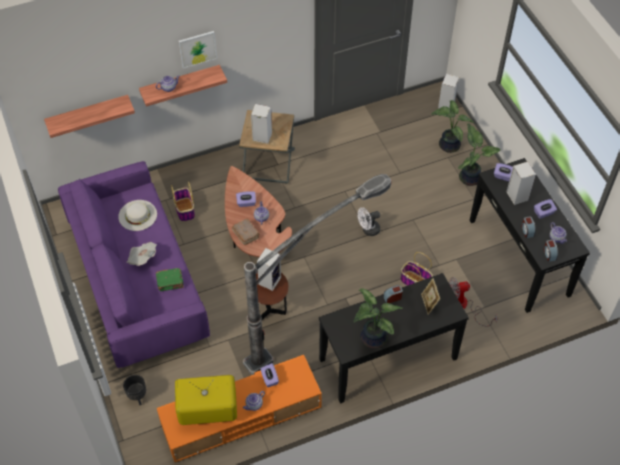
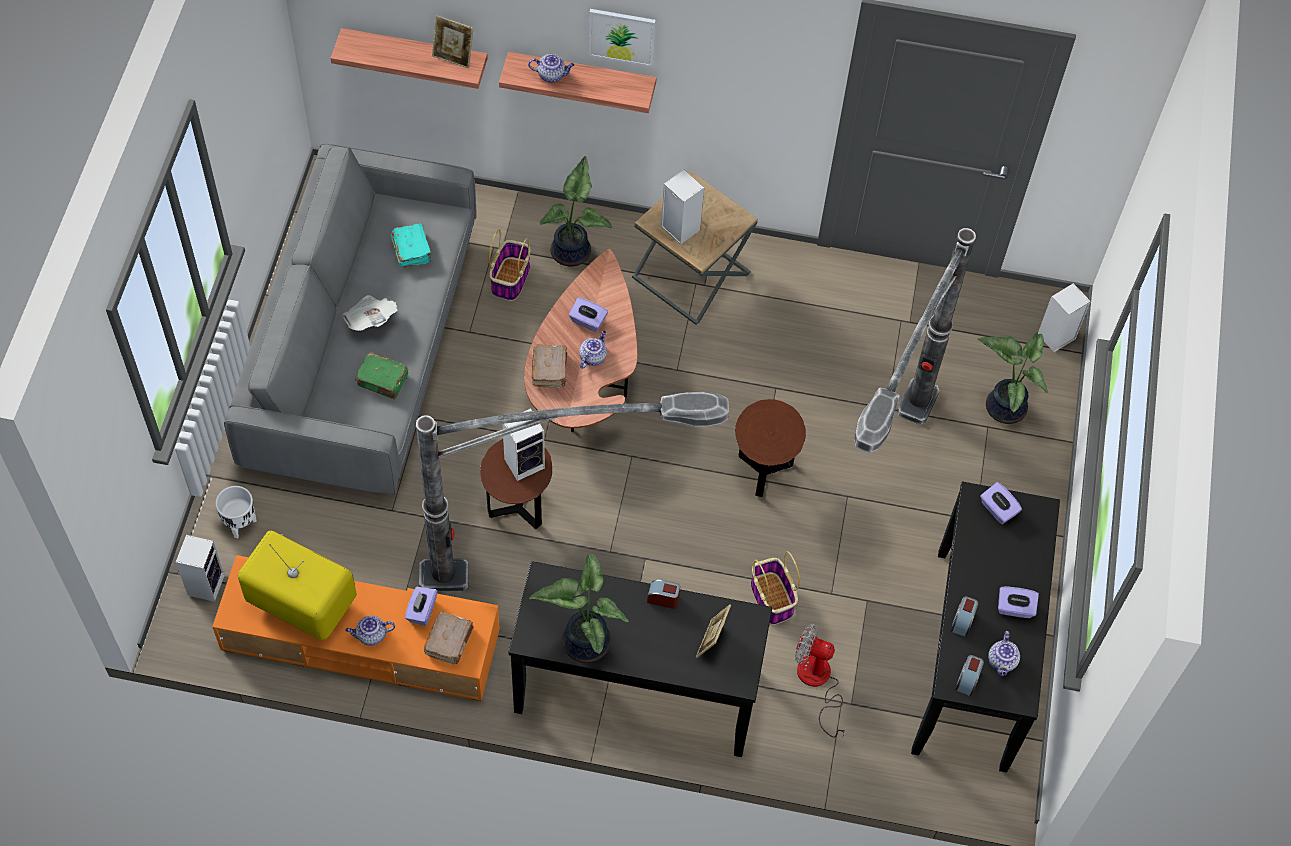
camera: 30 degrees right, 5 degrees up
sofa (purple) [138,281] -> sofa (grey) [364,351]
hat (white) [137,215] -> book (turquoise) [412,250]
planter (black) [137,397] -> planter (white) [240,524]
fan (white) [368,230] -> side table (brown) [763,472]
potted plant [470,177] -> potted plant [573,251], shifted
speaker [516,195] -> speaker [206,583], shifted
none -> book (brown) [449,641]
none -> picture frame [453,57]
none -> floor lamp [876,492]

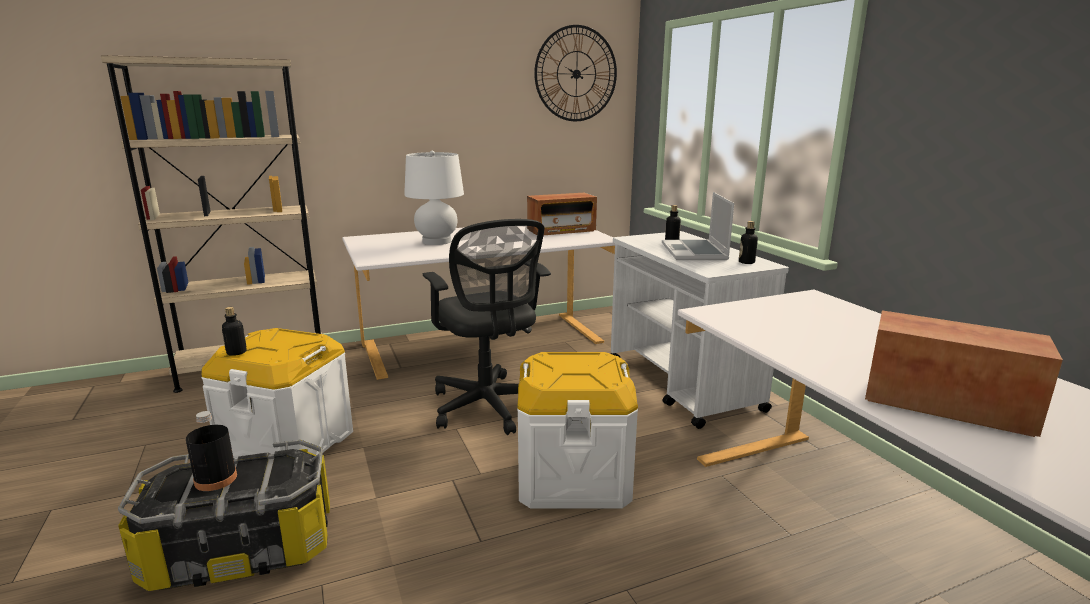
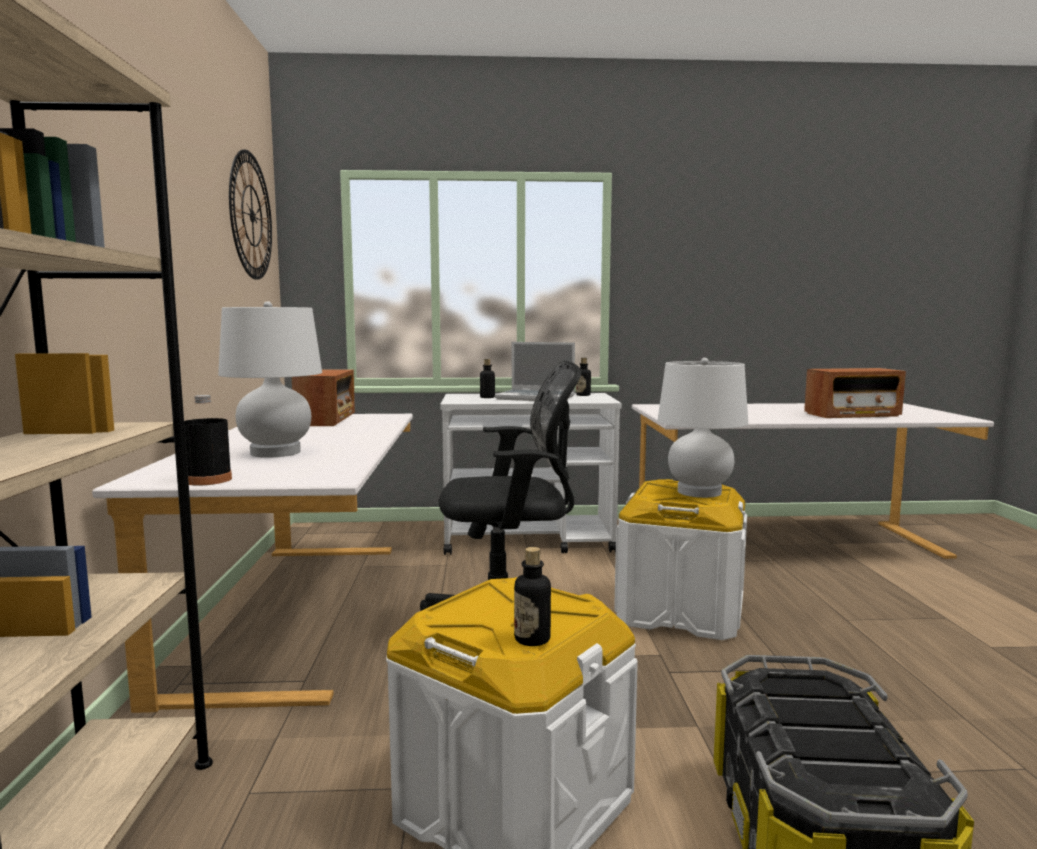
camera: 70 degrees left, 10 degrees down
bottle (black) [216,479] -> bottle (black) [208,480], shifted
radio [945,405] -> radio [852,415], 150 degrees counterclockwise
none -> table lamp (white) [699,492]

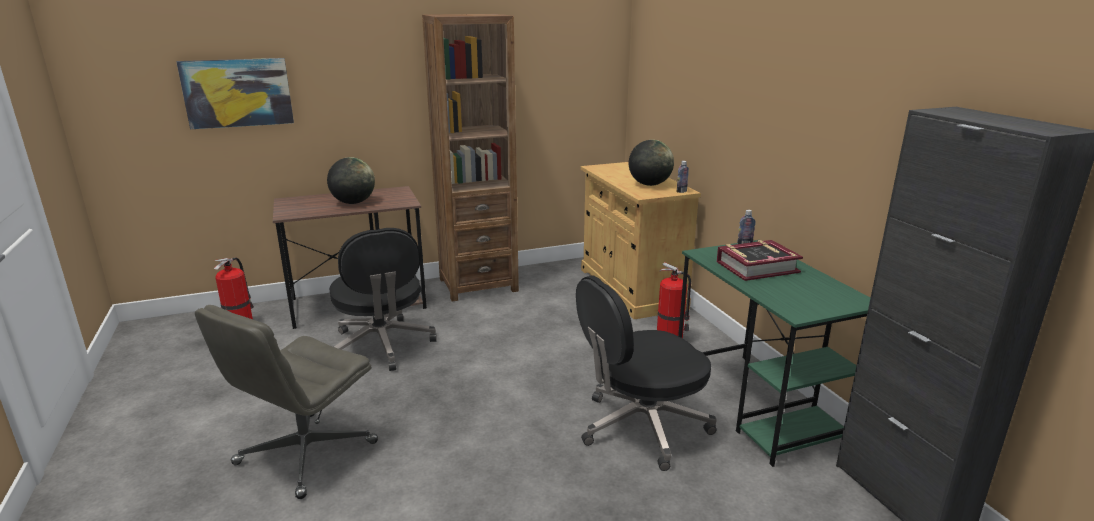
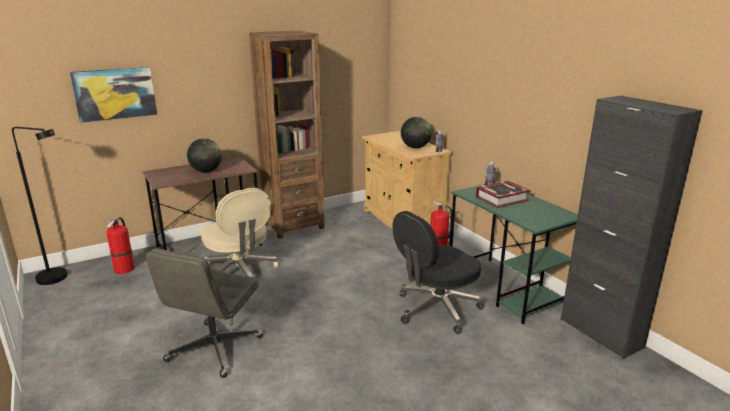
camera: 10 degrees left, 0 degrees up
office chair (black) [382,346] -> office chair (beige) [239,273]
none -> floor lamp (black) [59,278]

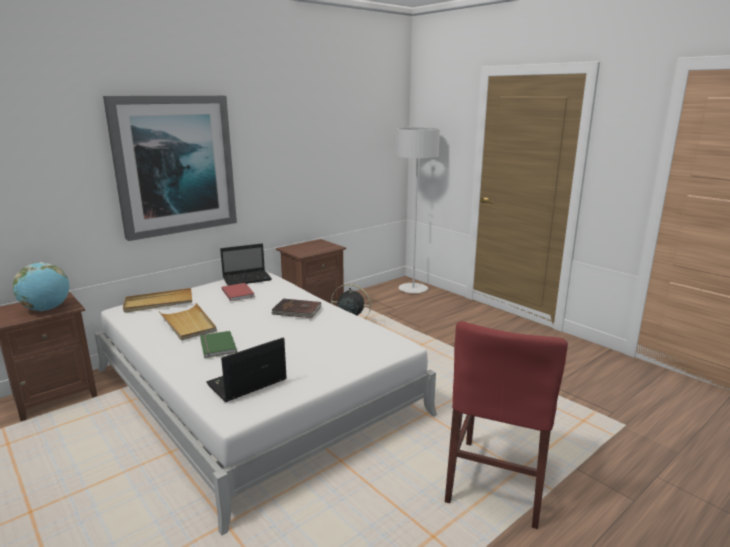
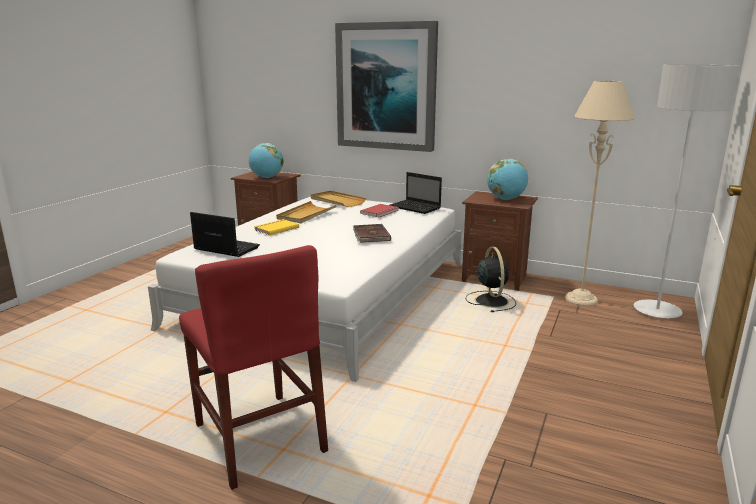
camera: 65 degrees right, 0 degrees up
book (green) [216,346] -> book (yellow) [275,228]
chair (red) [498,480] -> chair (red) [259,437], 120 degrees counterclockwise
none -> globe [506,199]
none -> floor lamp (beige) [581,299]

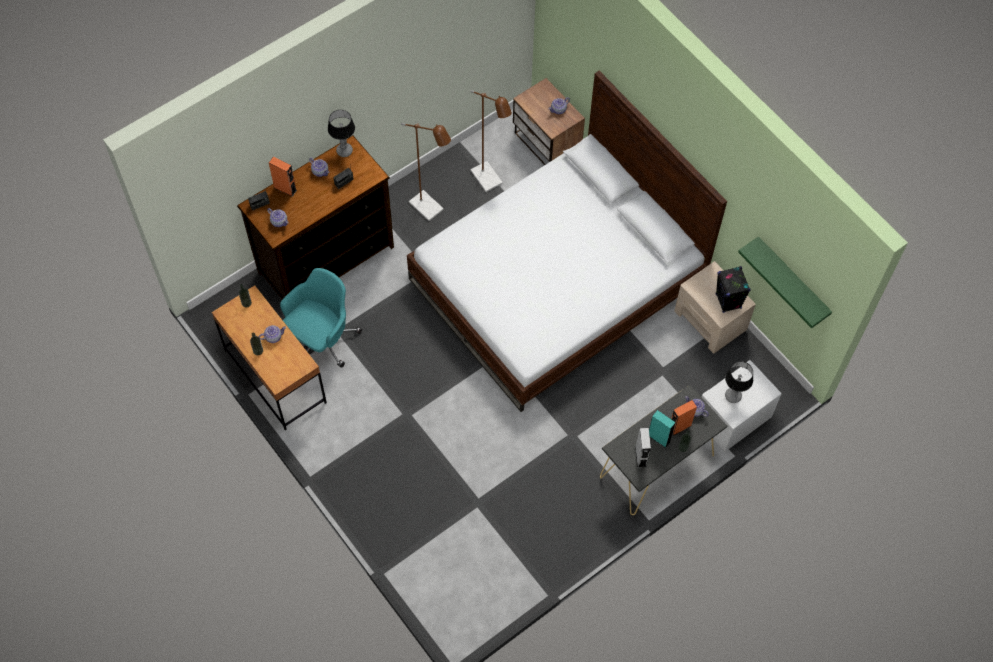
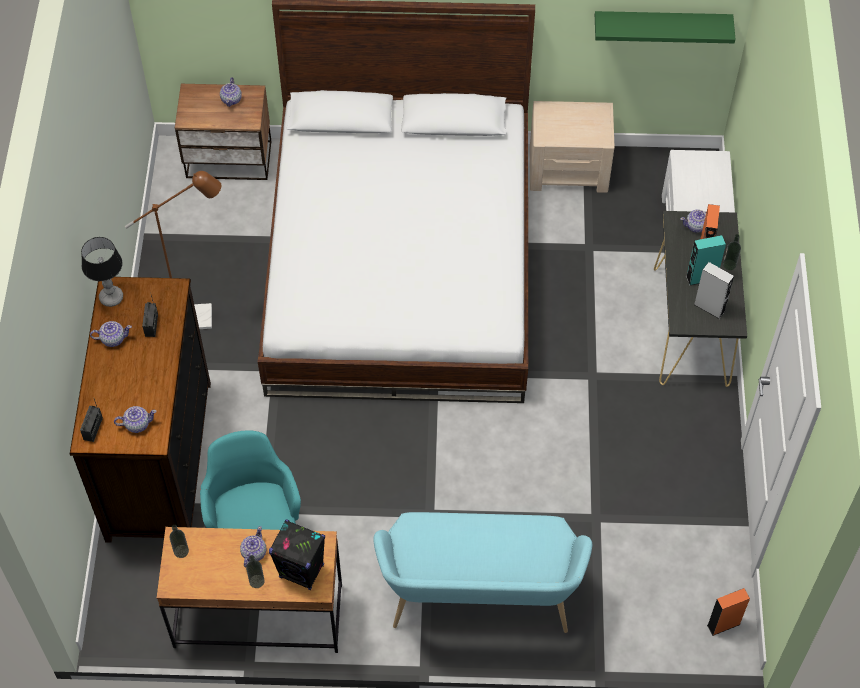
camera: 50 degrees left, 5 degrees down
speaker (orange) [285,189] -> speaker (orange) [723,624], shifted
floor lamp (brown) [490,181] -> none
speaker (black) [728,301] -> speaker (black) [302,571], shifted
table lamp [733,396] -> none
none -> bench (turquoise) [479,600]

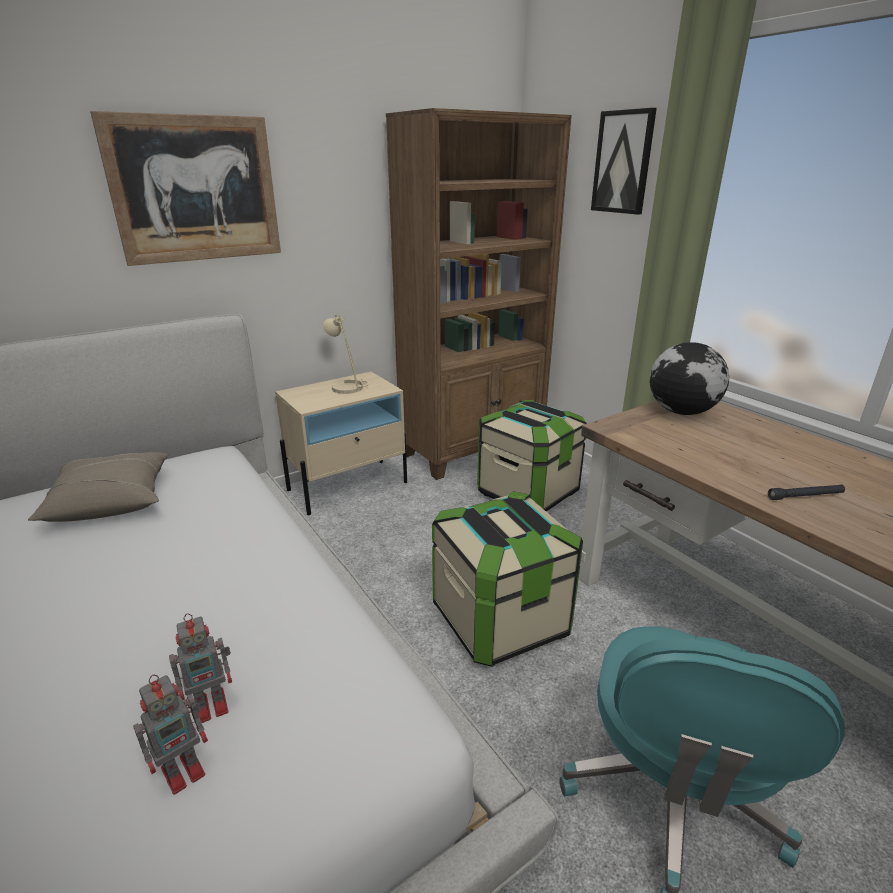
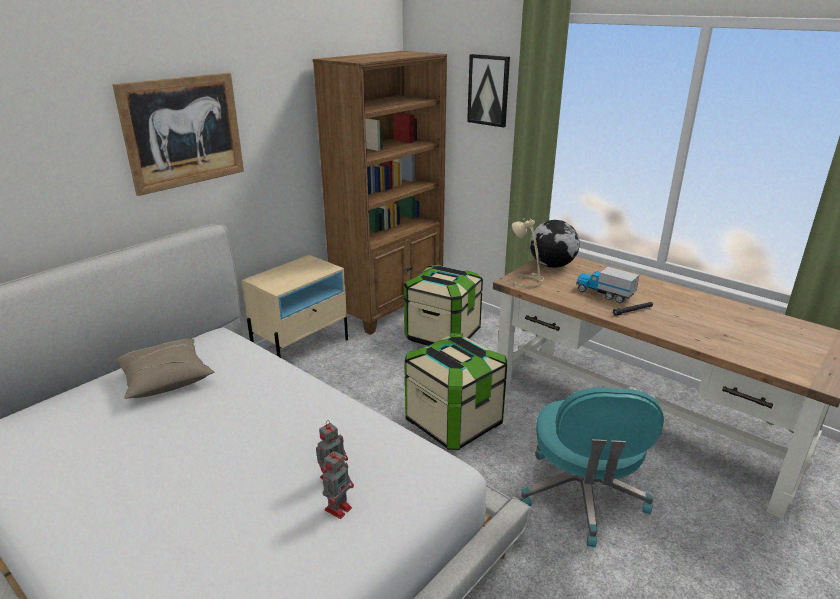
camera: 15 degrees left, 0 degrees up
table lamp (beige) [348,387] -> table lamp (beige) [527,281], shifted
none -> toy truck [604,294]

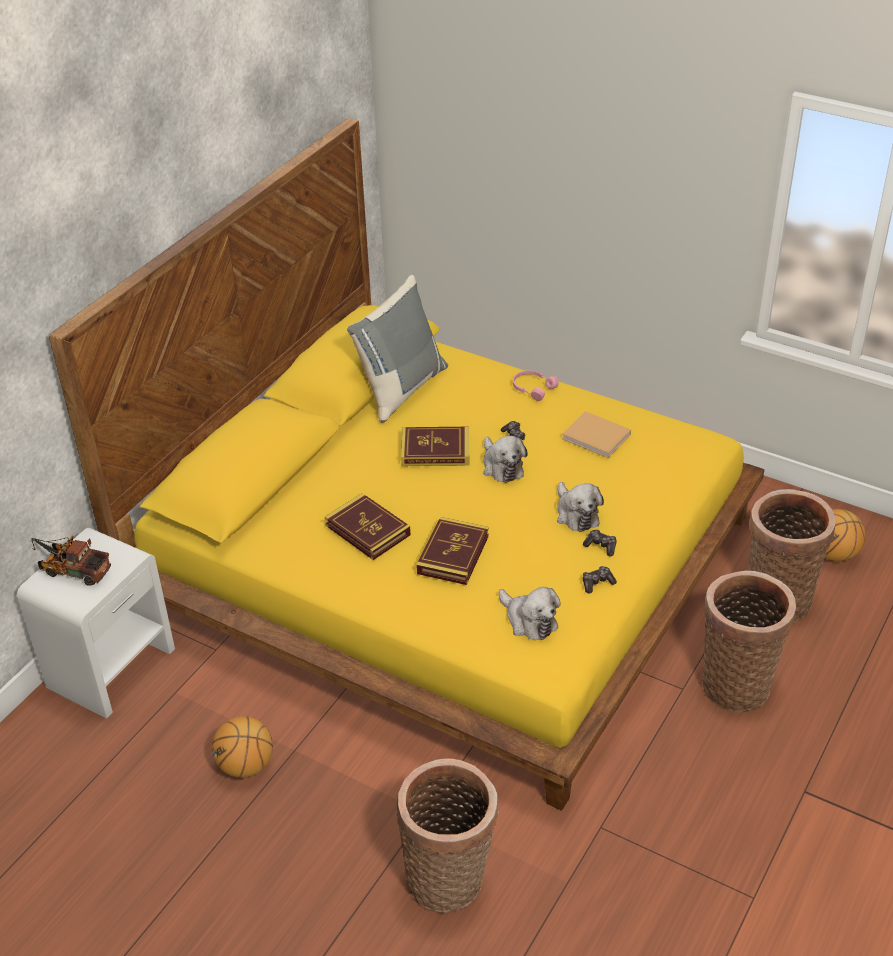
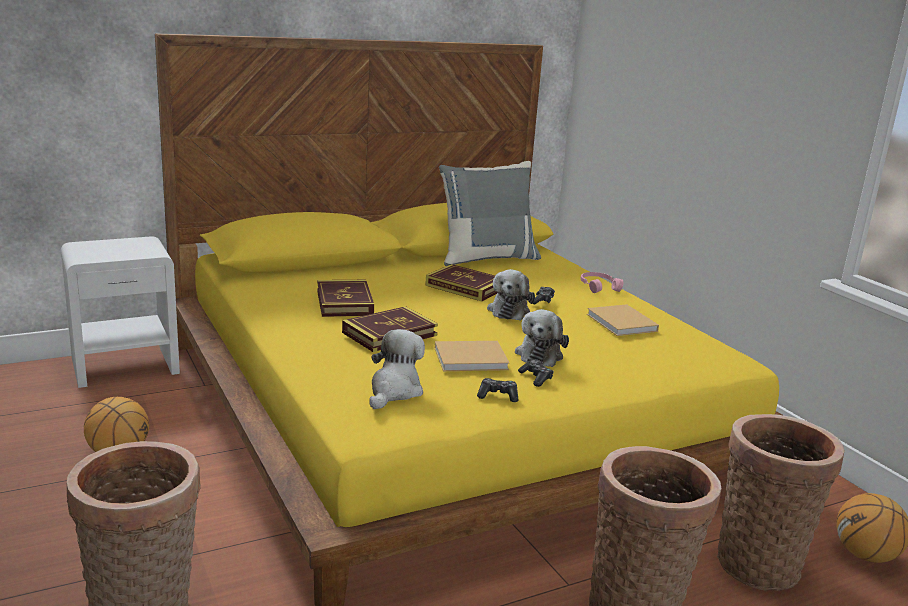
camera: 30 degrees right, 20 degrees down
toy truck [72,569] -> none
plush toy [529,621] -> plush toy [394,391], 150 degrees counterclockwise
none -> book (beige) [473,359]

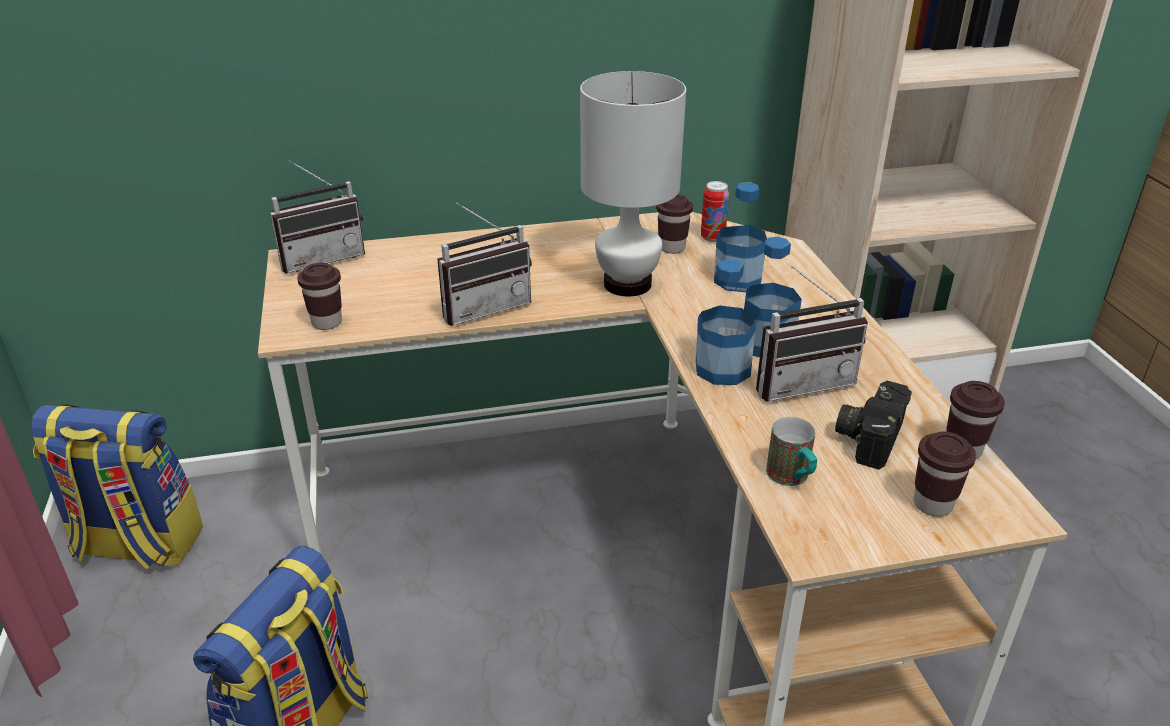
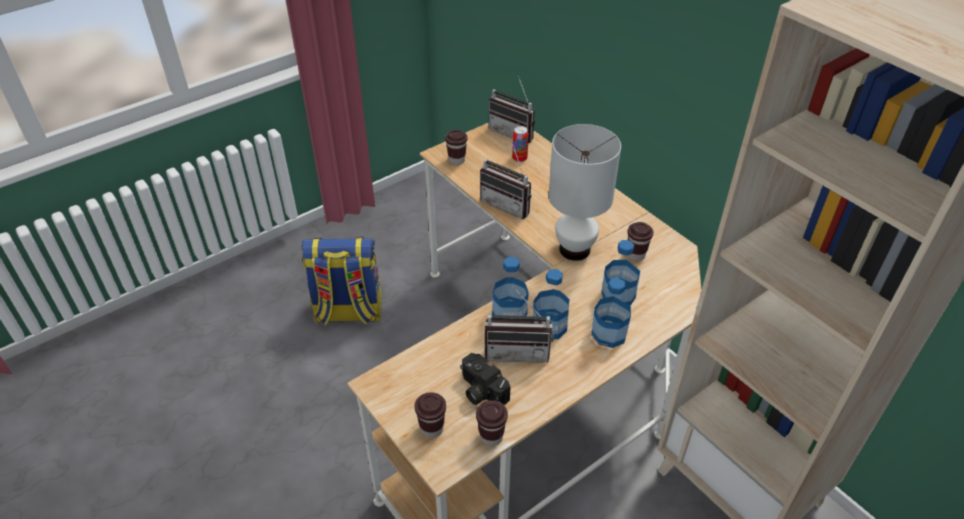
camera: 65 degrees right, 10 degrees up
backpack [137,545] -> none
can [712,237] -> can [519,158], shifted
radio [801,382] -> radio [518,351], 45 degrees counterclockwise
mug [792,478] -> none
photo camera [868,436] -> photo camera [480,391], 135 degrees counterclockwise
none -> bottle [609,334]

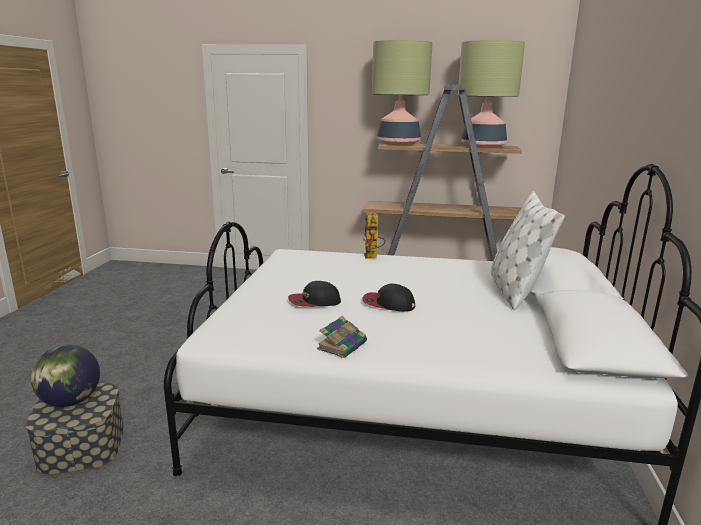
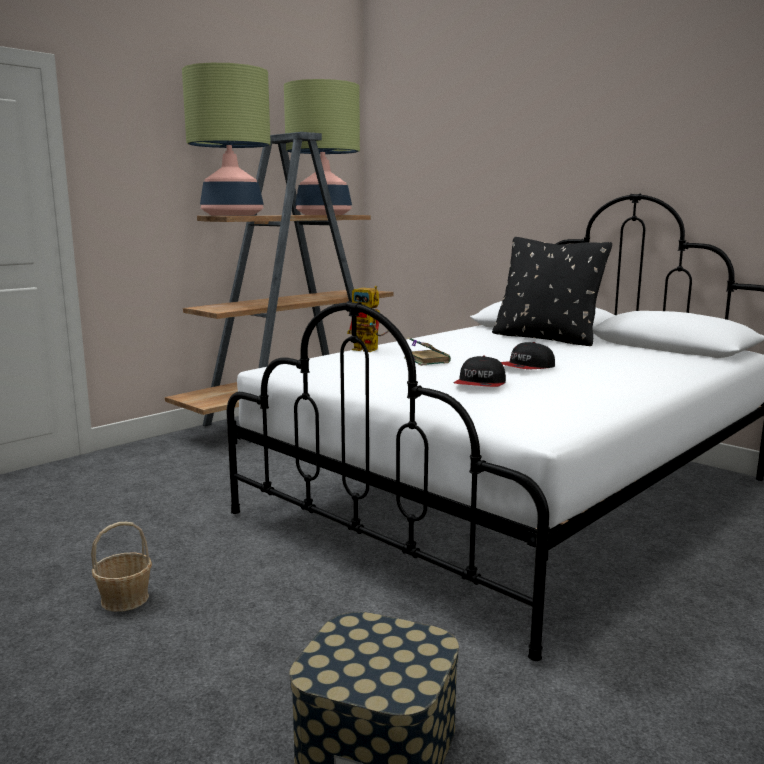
camera: 55 degrees left, 5 degrees down
globe [70,401] -> none
book [342,345] -> book [426,360], shifted
pillow (white) [515,291] -> pillow (black) [545,338]
none -> basket [125,599]

